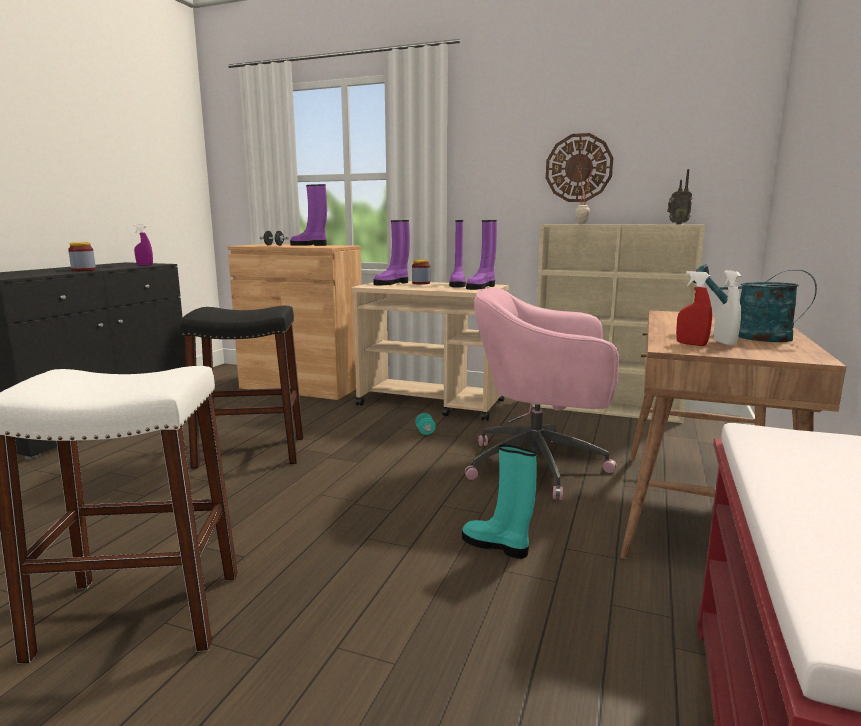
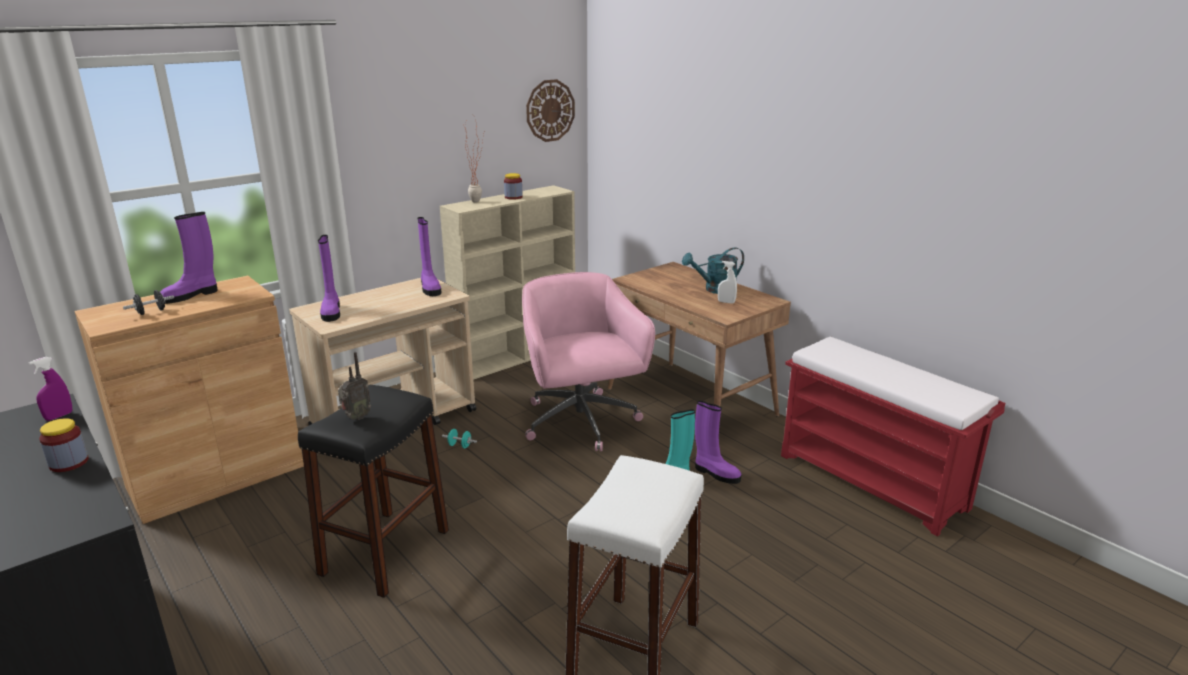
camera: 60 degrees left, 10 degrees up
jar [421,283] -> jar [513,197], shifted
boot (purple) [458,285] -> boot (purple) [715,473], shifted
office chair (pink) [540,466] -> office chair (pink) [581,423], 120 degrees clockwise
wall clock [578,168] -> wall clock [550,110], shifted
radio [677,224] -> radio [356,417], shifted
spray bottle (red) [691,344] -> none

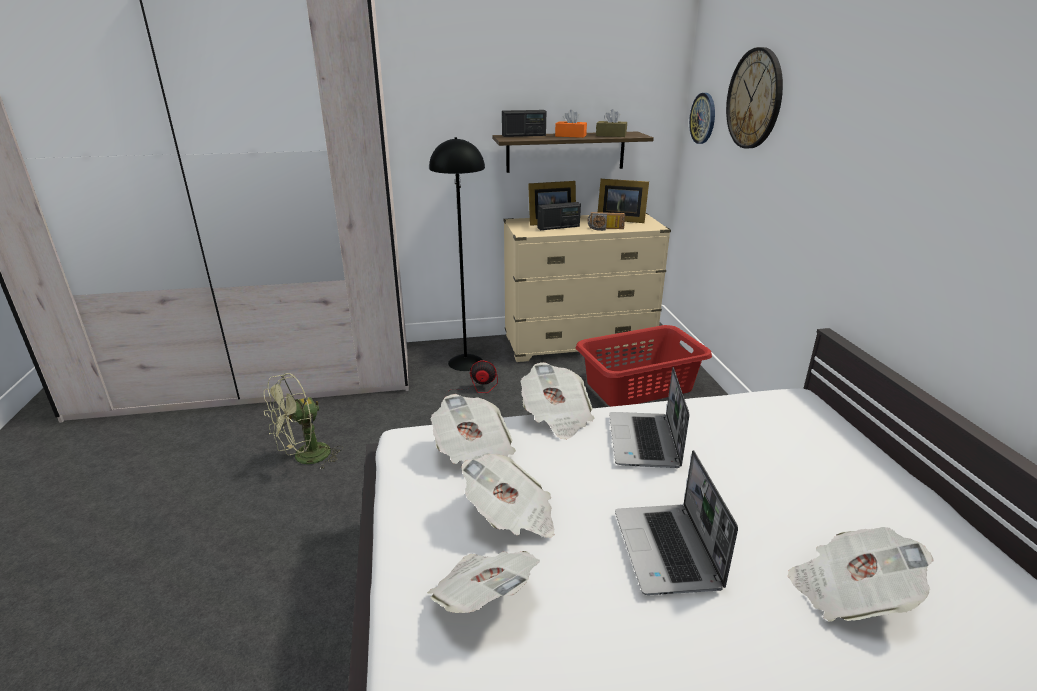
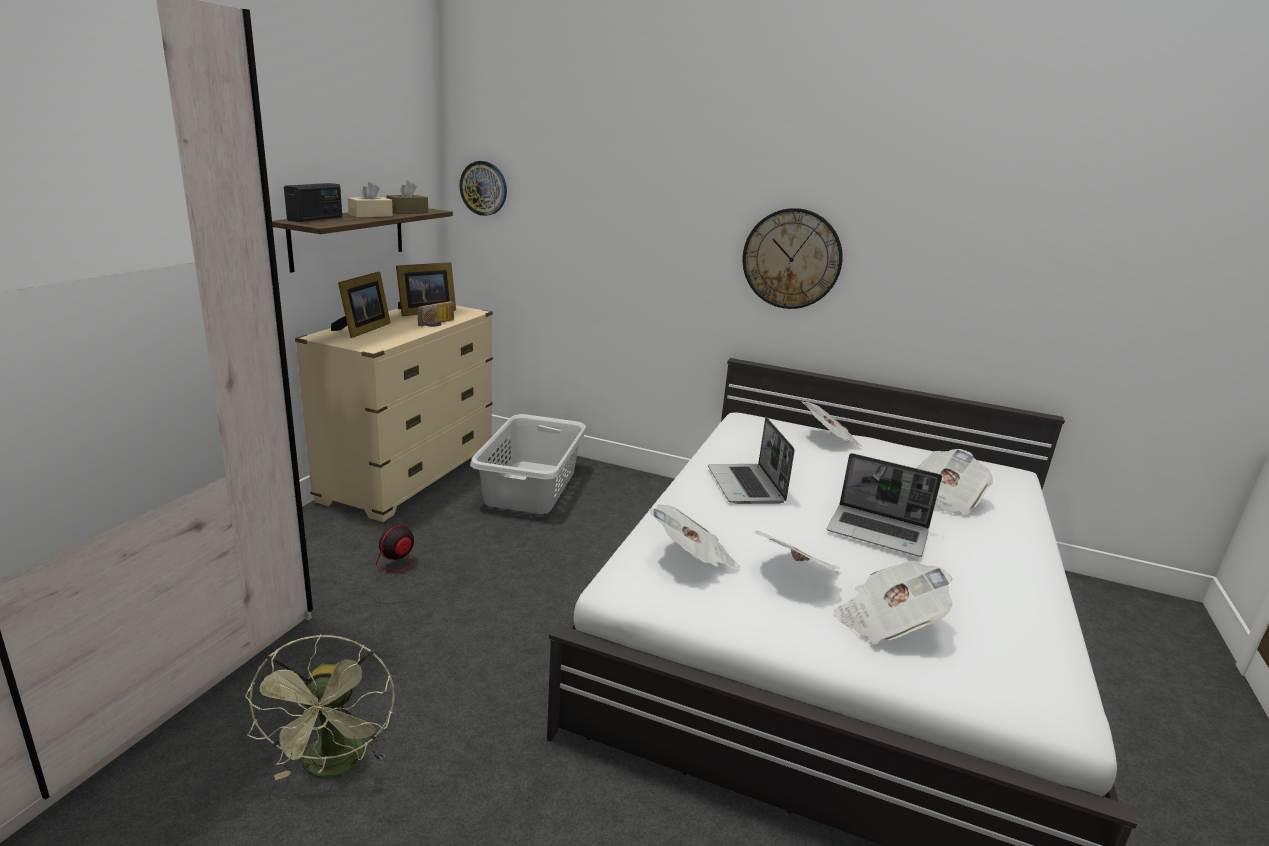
camera: 60 degrees left, 5 degrees down
floor lamp (black) [466,362] -> none
newspaper [556,417] -> newspaper [829,439], shifted
radio [558,227] -> none
tissue box (orange) [570,136] -> tissue box (beige) [370,215]
laundry basket (red) [640,386] -> laundry basket (grey) [532,486]
laptop [645,442] -> laptop [747,486], 45 degrees clockwise
wall clock [754,99] -> wall clock [791,259], shifted

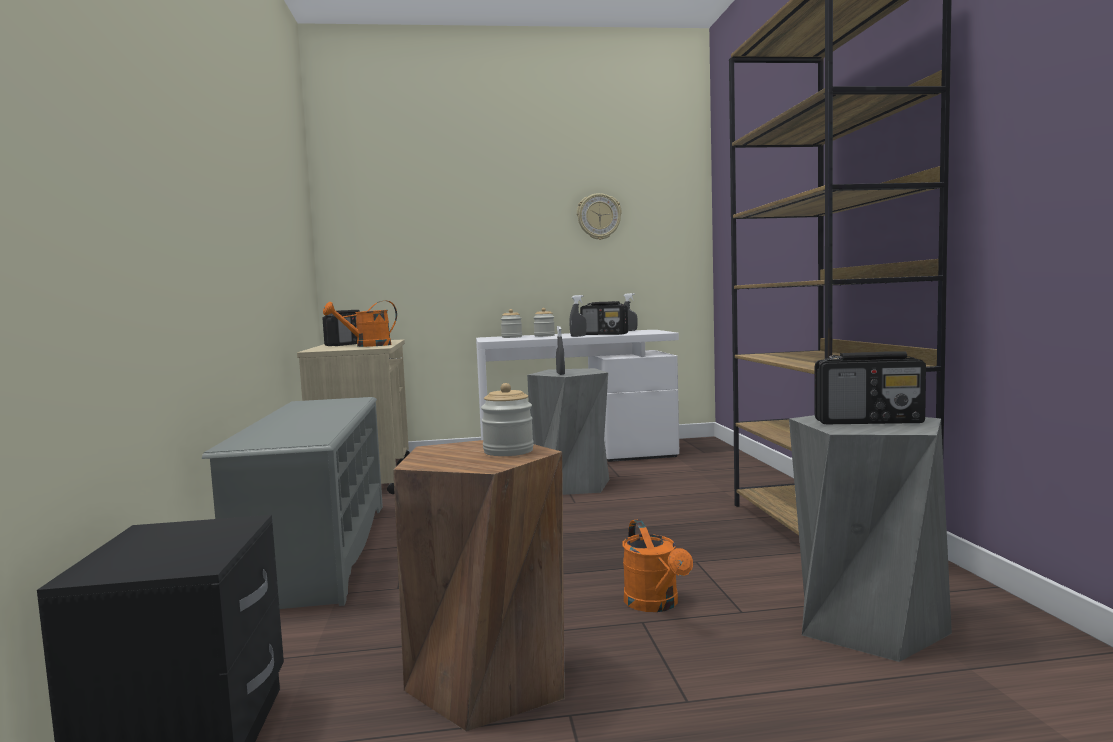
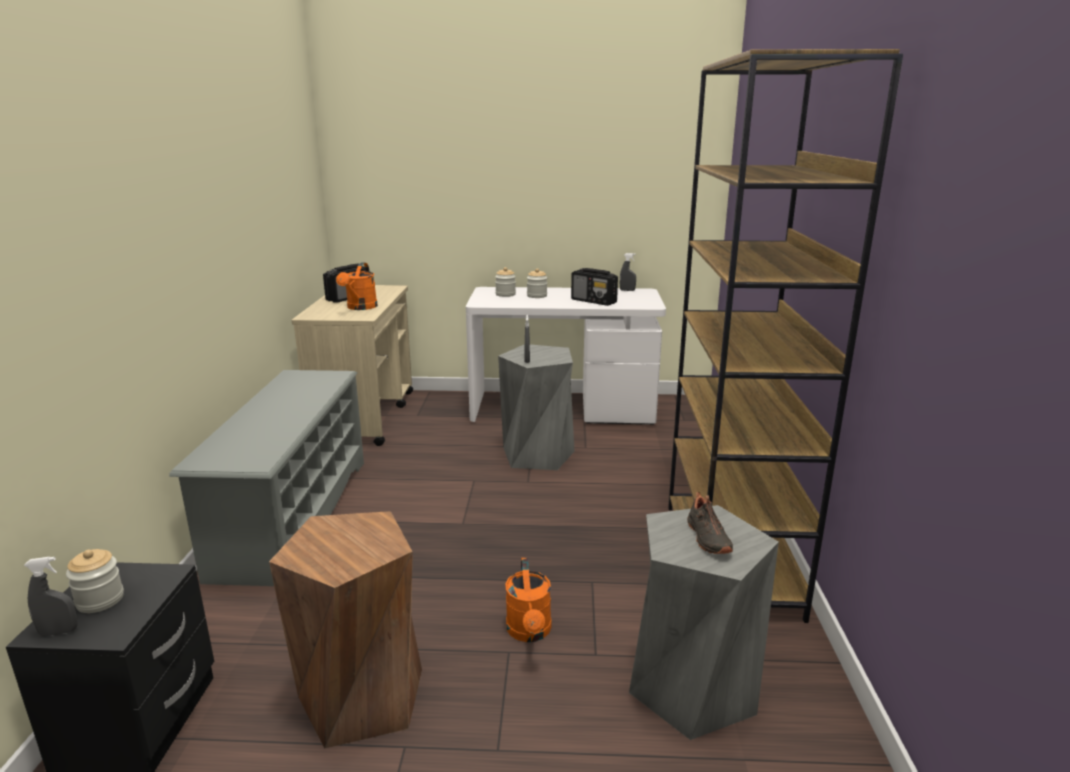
camera: 10 degrees right, 15 degrees up
watering can (orange) [367,346] -> watering can (orange) [360,307], 60 degrees counterclockwise
jar [508,451] -> jar [100,600], shifted
spray bottle (grey) [578,336] -> spray bottle (grey) [58,632], shifted
wall clock [599,217] -> none
radio [869,422] -> shoe (black) [706,538]

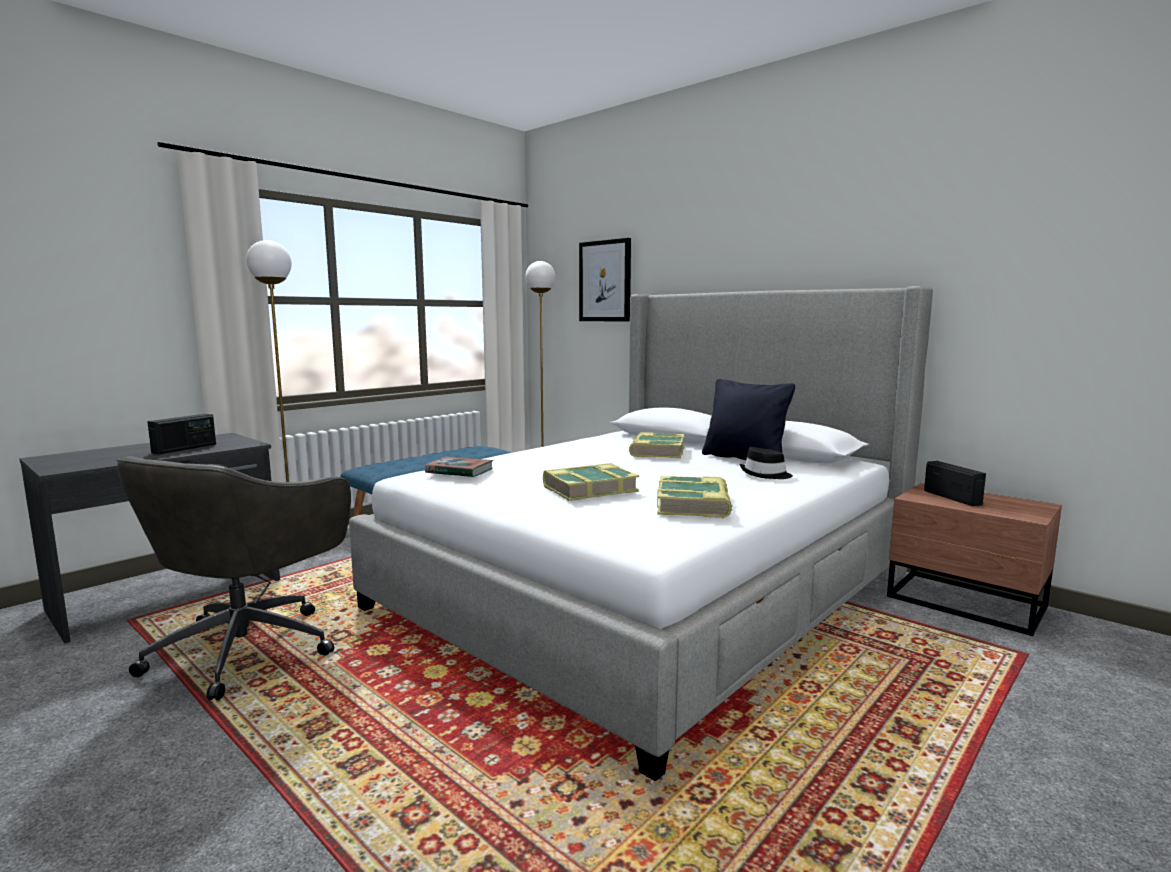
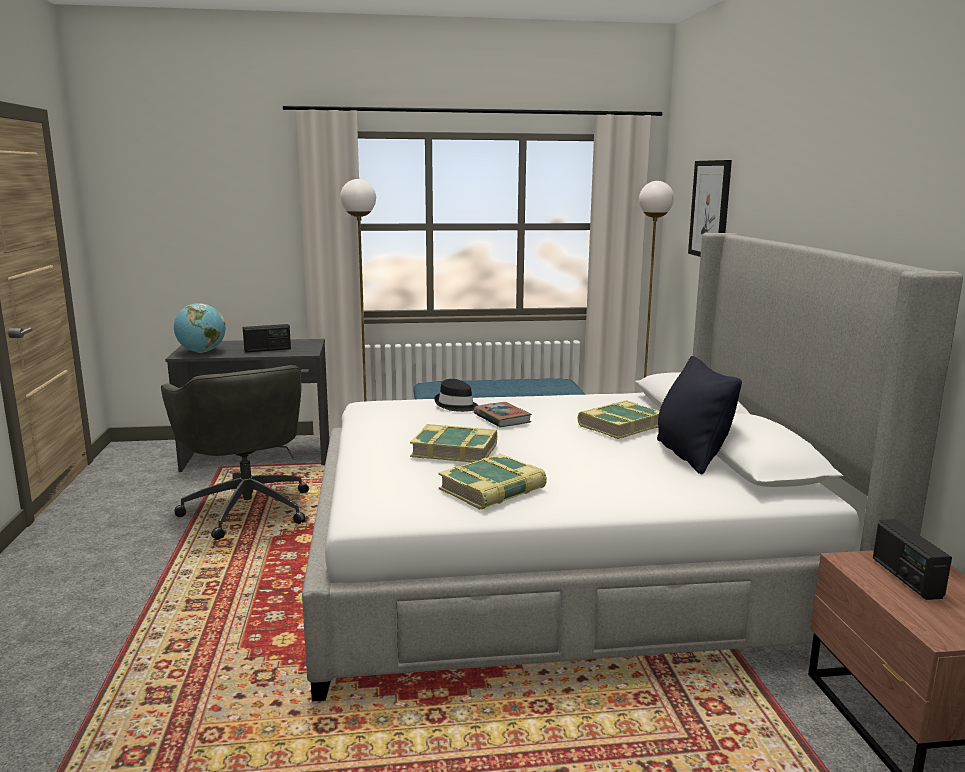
camera: 40 degrees right, 5 degrees up
office chair (grey) [248,647] -> office chair (grey) [247,508], 90 degrees counterclockwise
book [459,471] -> book [502,418], shifted
hat (black) [765,474] -> hat (black) [456,405], shifted
radio [952,497] -> radio [906,578], 150 degrees clockwise
none -> globe [201,352]

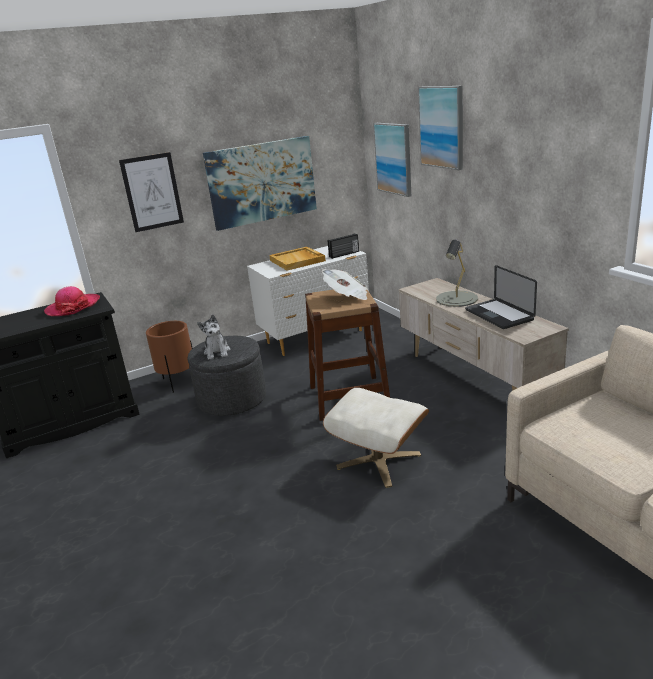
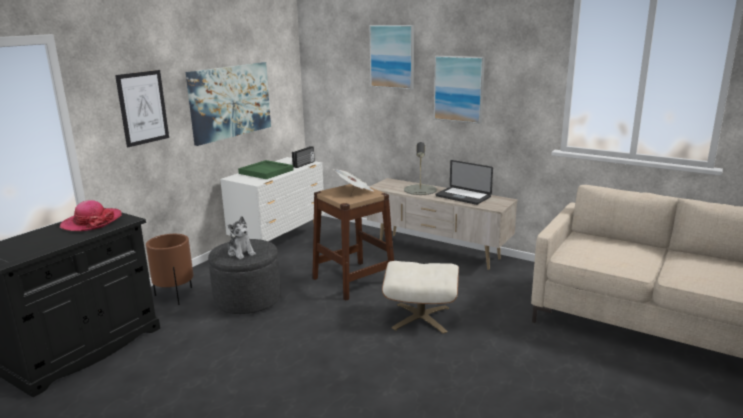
camera: 30 degrees left, 5 degrees down
tray (beige) [298,260] -> tray (green) [266,171]
picture [394,158] -> picture [459,89], shifted

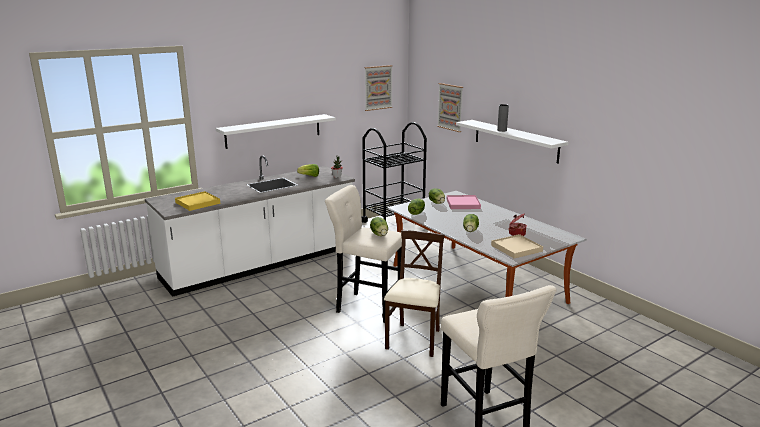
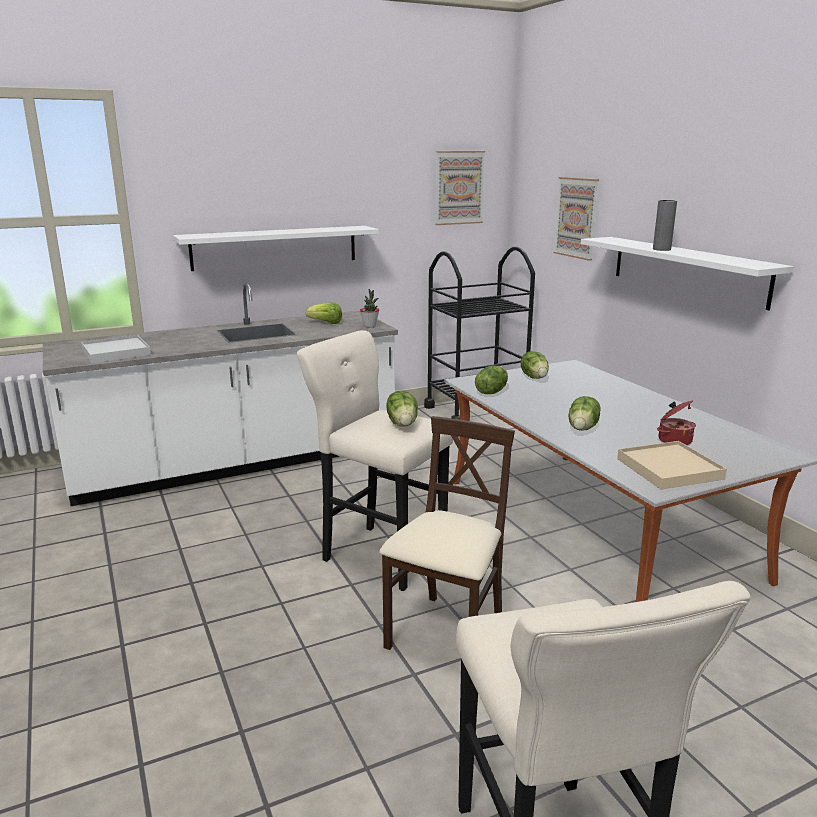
camera: 10 degrees right, 0 degrees up
tray (yellow) [197,203] -> tray (white) [116,352]
tray (pink) [463,204] -> none

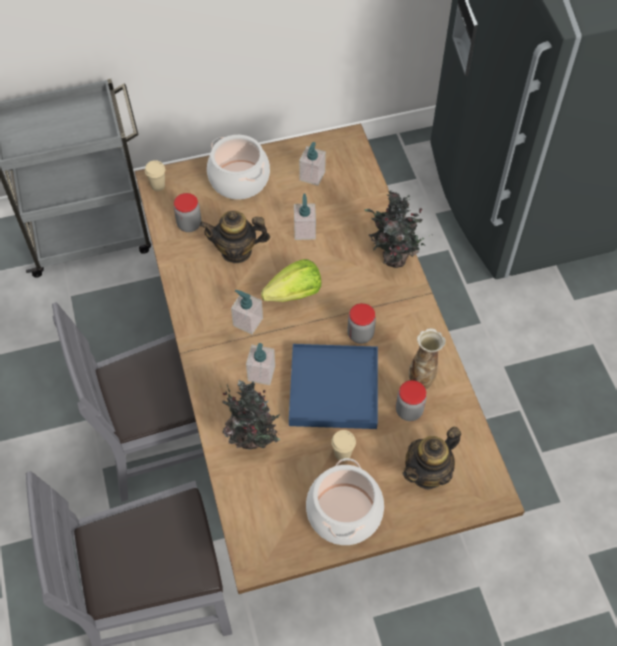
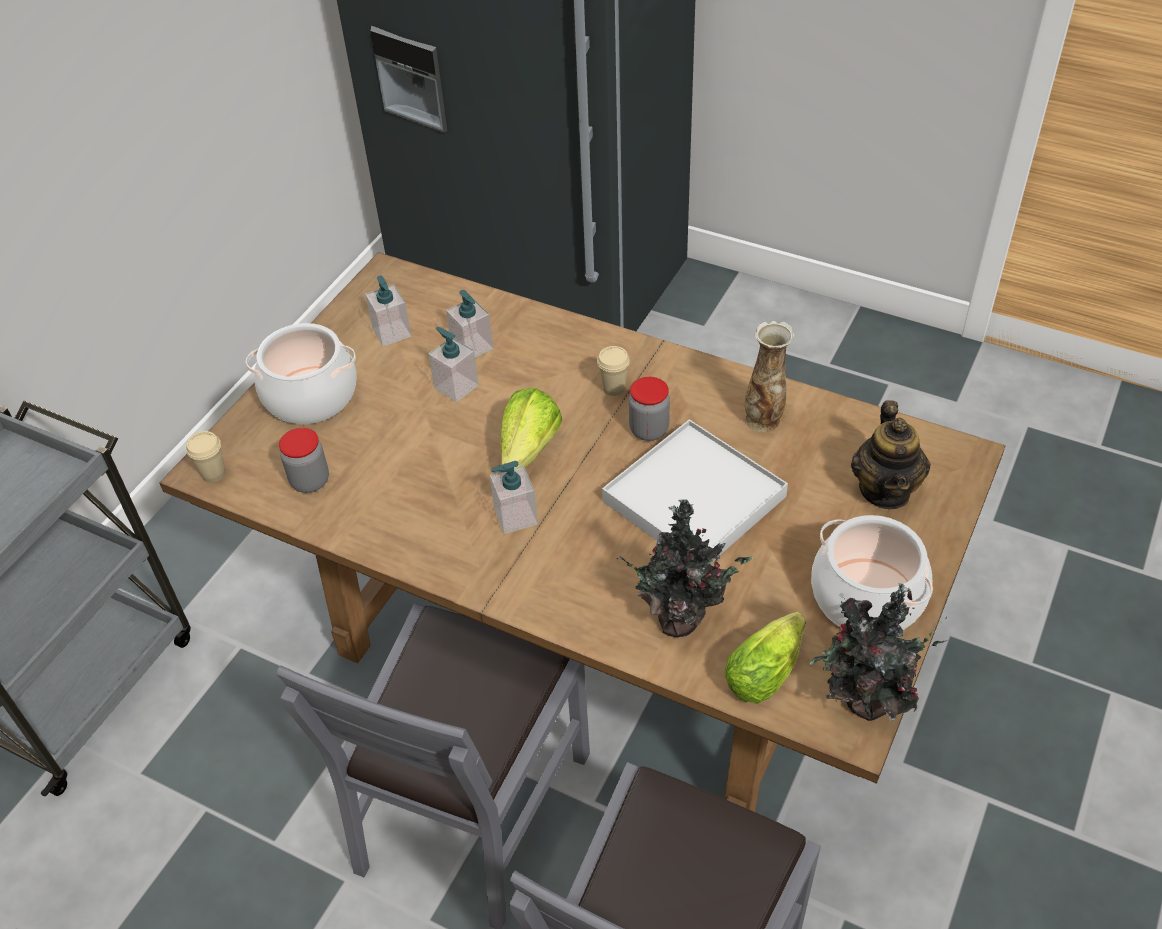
camera: 45 degrees left, 10 degrees down
teapot [236,251] -> none
soap dispenser [261,373] -> soap dispenser [472,347], shifted
tray (blue) [333,388] -> tray (white) [693,499]
cup (beige) [342,454] -> cup (beige) [614,388], shifted
potted plant [392,258] -> potted plant [864,705], shifted
jar [409,411] -> none
none -> lettuce [768,668]

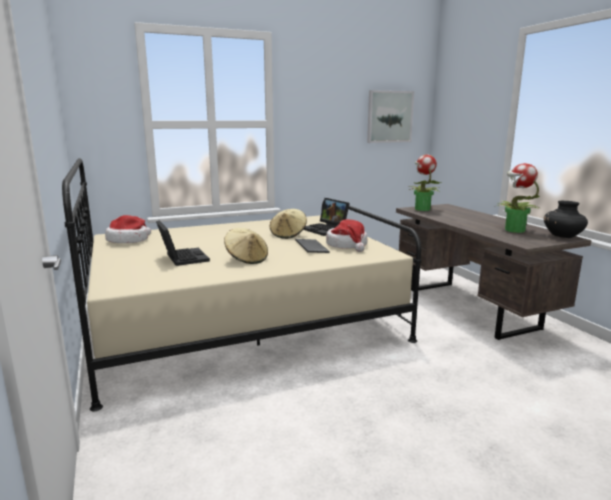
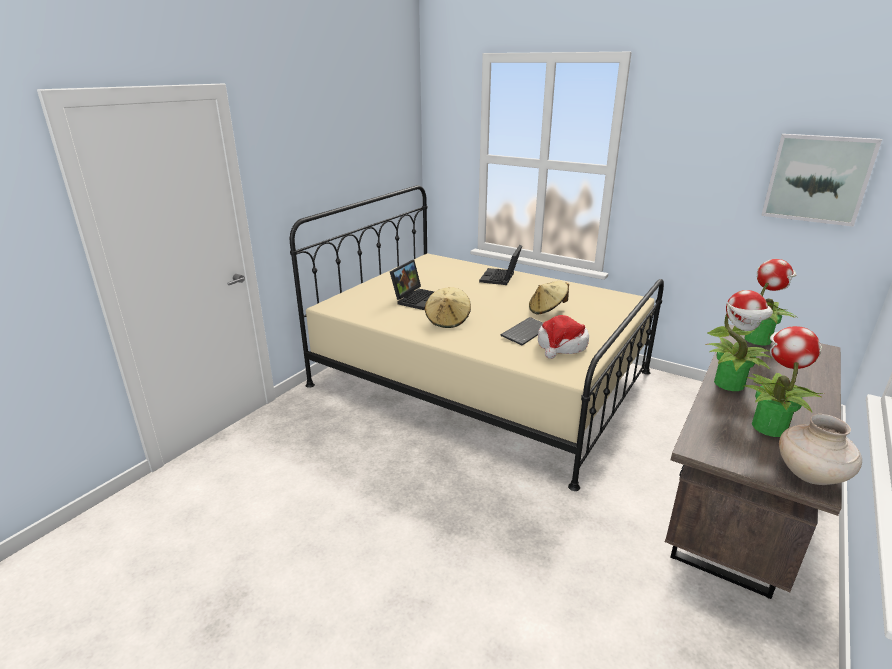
camera: 55 degrees right, 10 degrees up
hat [129,240] -> none
laptop [326,230] -> laptop [501,278], shifted
vase (black) [563,236] -> vase (beige) [810,475]
none -> potted plant [730,384]

